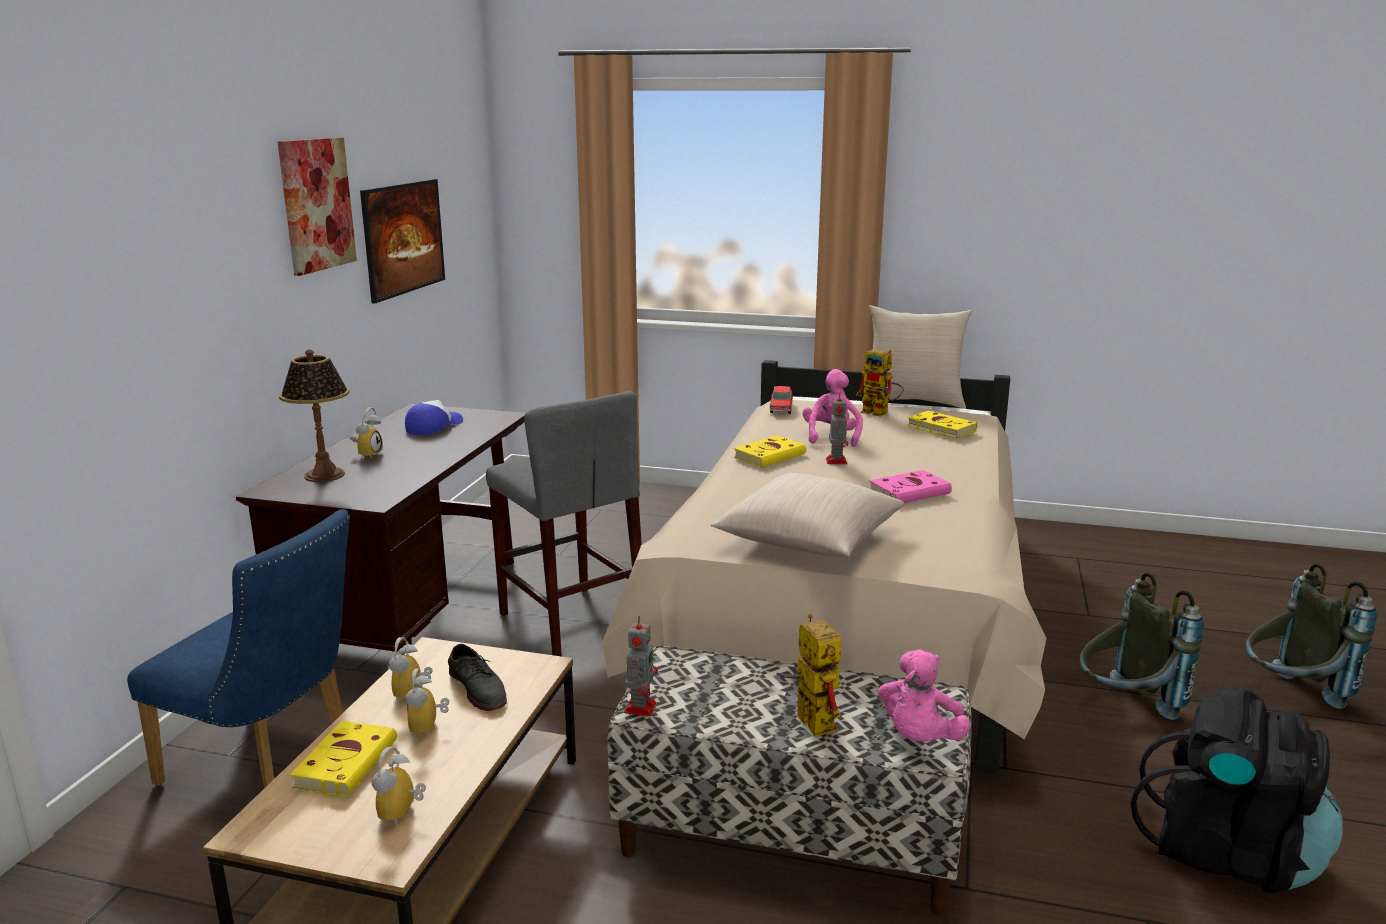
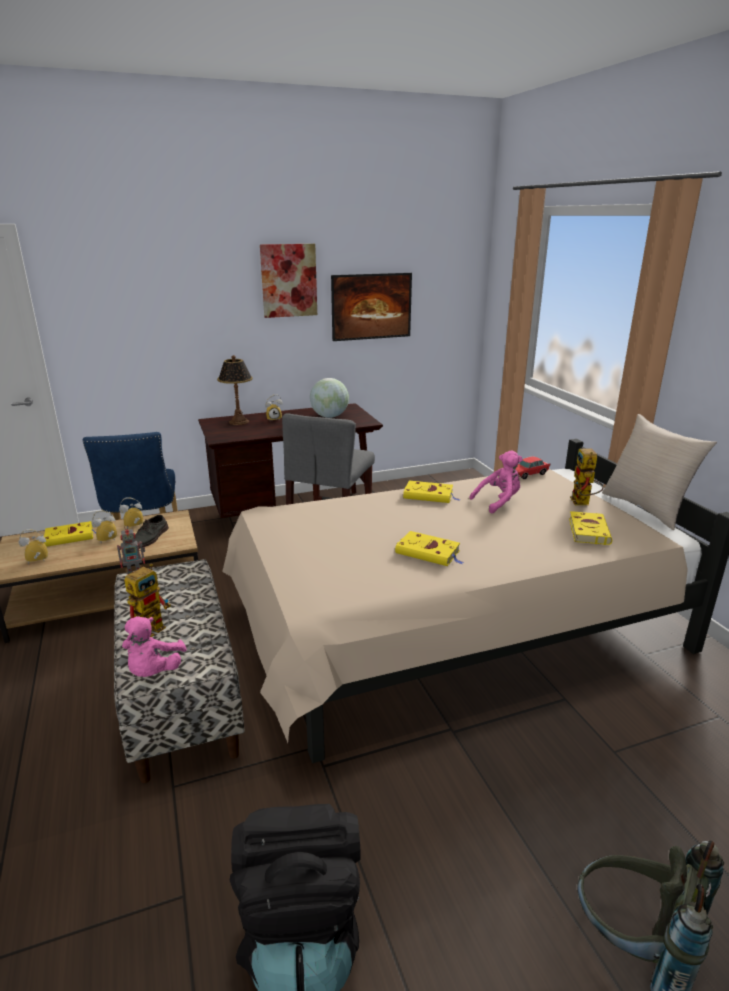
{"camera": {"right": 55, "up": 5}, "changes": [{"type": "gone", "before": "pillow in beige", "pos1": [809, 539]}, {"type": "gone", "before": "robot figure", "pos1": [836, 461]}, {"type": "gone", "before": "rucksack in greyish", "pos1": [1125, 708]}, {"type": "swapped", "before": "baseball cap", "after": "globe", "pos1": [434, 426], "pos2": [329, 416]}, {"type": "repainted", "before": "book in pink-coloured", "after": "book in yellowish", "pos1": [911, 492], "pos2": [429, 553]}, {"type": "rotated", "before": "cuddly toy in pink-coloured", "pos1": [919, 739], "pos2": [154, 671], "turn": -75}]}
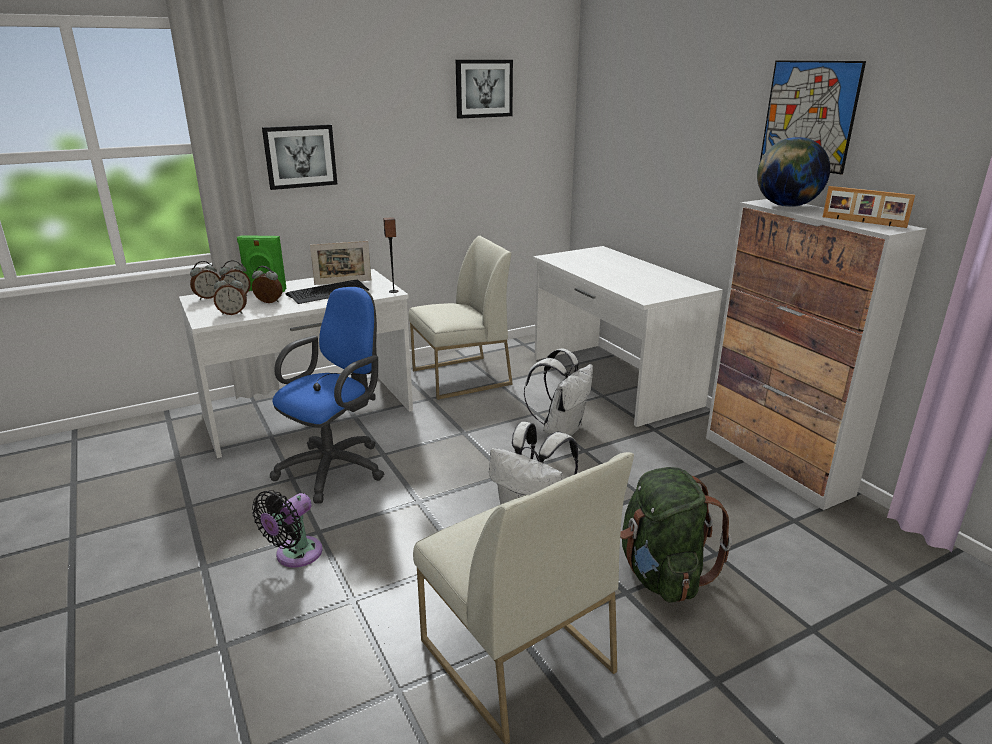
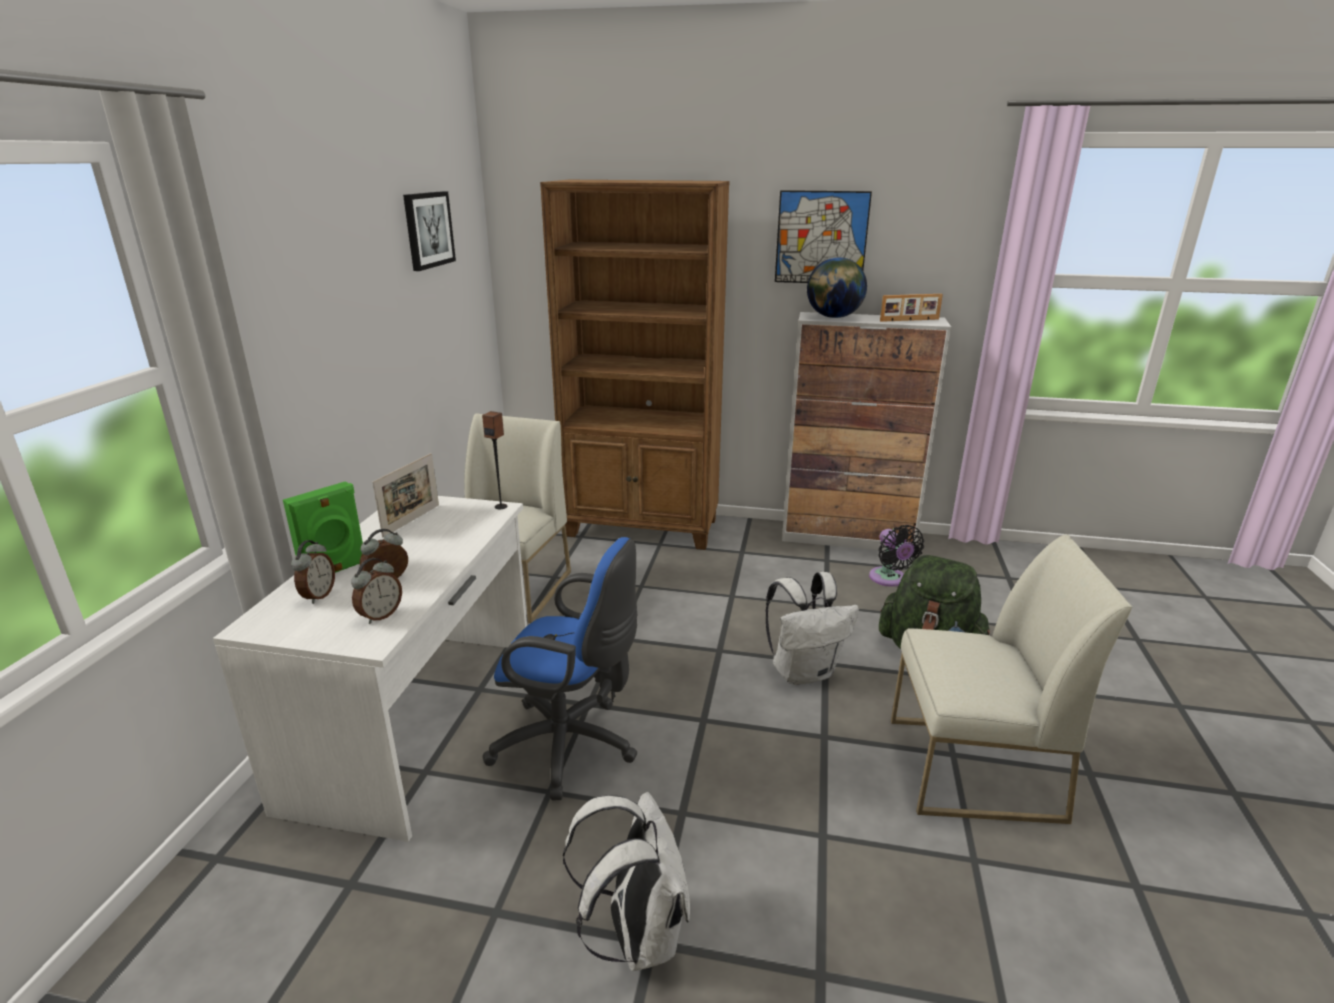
{"camera": {"right": -50, "up": 0}, "changes": [{"type": "gone", "before": "bedside clock", "pos1": [208, 297]}, {"type": "gone", "before": "picture", "pos1": [300, 156]}, {"type": "gone", "before": "PC keyboard", "pos1": [328, 293]}, {"type": "shifted", "before": "fan in black-coloured", "pos1": [295, 555], "pos2": [889, 579]}, {"type": "shifted", "before": "rucksack in white-coloured", "pos1": [561, 429], "pos2": [636, 934]}, {"type": "swapped", "before": "desk table in white-coloured", "after": "bookcase in brown", "pos1": [612, 381], "pos2": [643, 528]}, {"type": "rotated", "before": "office chair in blue-coloured", "pos1": [337, 467], "pos2": [571, 747], "turn": 120}]}
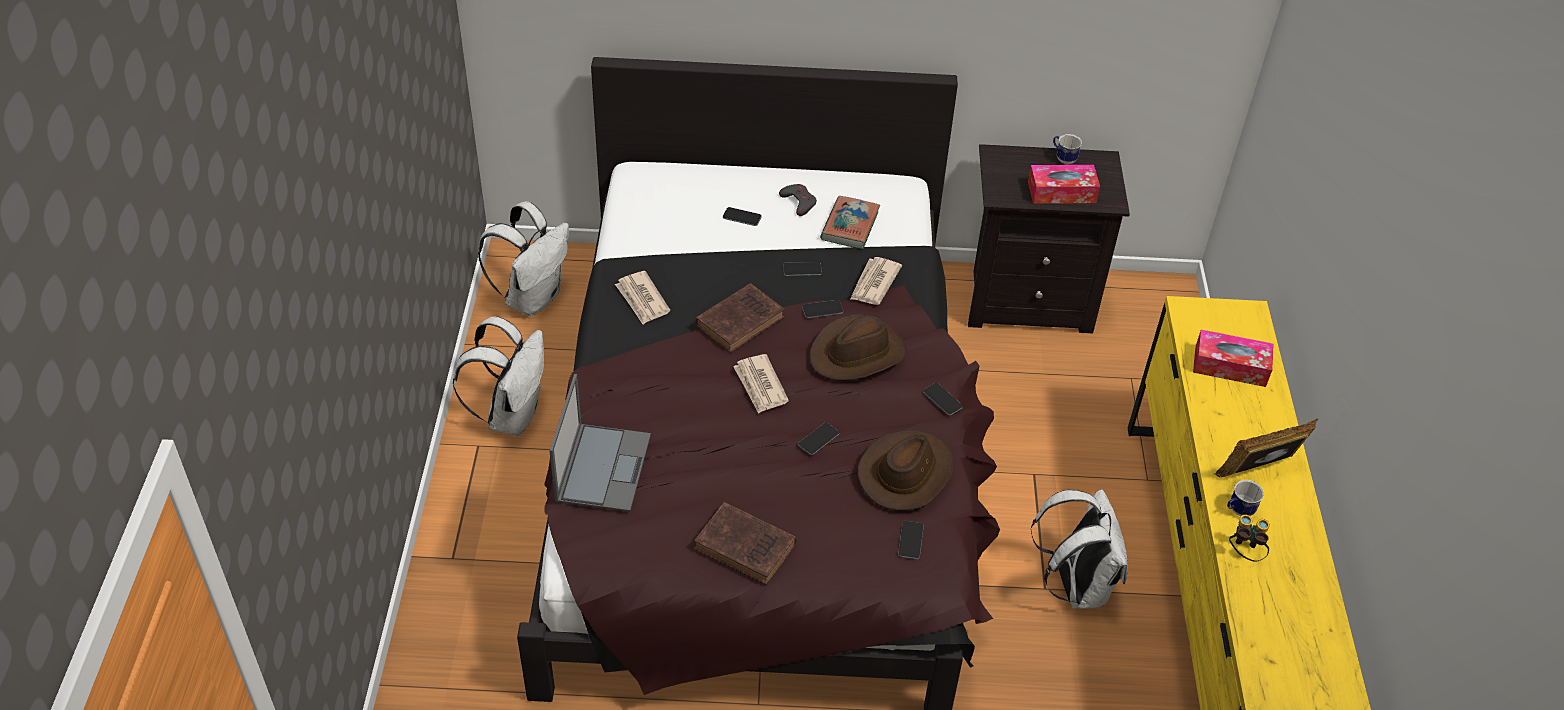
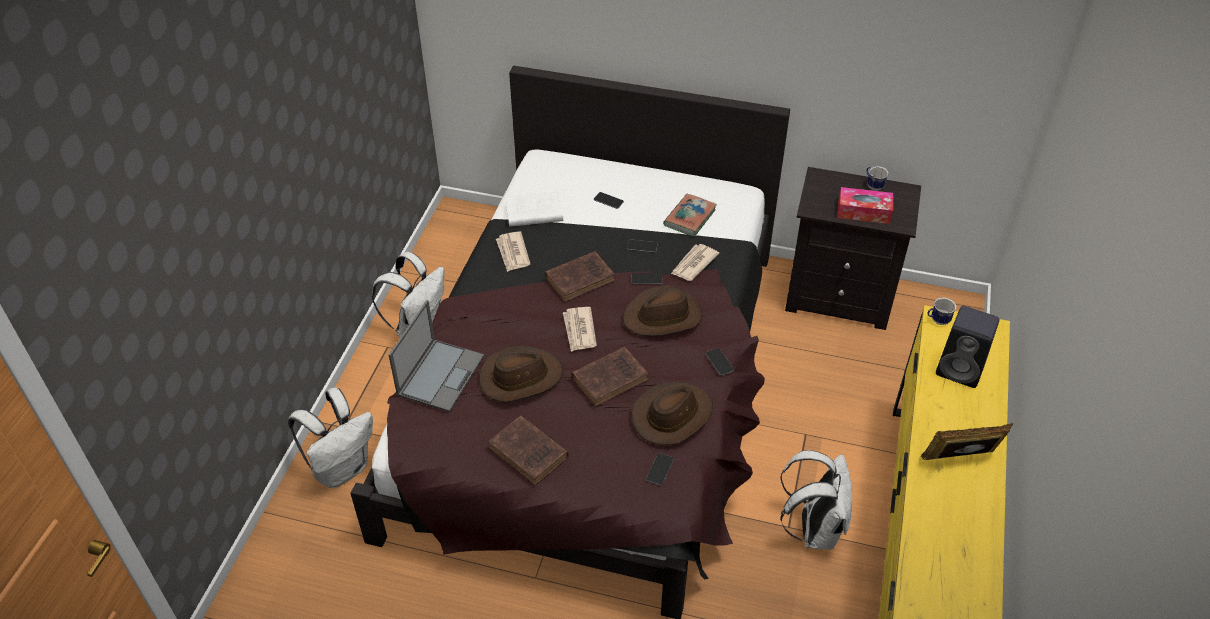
{"camera": {"right": 15, "up": 0}, "changes": [{"type": "gone", "before": "game controller in greyish", "pos1": [798, 202]}, {"type": "gone", "before": "field glasses", "pos1": [1244, 553]}, {"type": "new", "after": "wearable hat in brown", "pos2": [520, 377]}, {"type": "new", "after": "book in white-coloured", "pos2": [532, 212]}, {"type": "shifted", "before": "rucksack in white-coloured", "pos1": [533, 298], "pos2": [342, 468]}, {"type": "shifted", "before": "mug", "pos1": [1238, 511], "pos2": [937, 321]}, {"type": "swapped", "before": "handset", "after": "book in brown", "pos1": [818, 439], "pos2": [611, 378]}, {"type": "swapped", "before": "box of tissues", "after": "speaker in black-coloured", "pos1": [1230, 366], "pos2": [961, 370]}]}
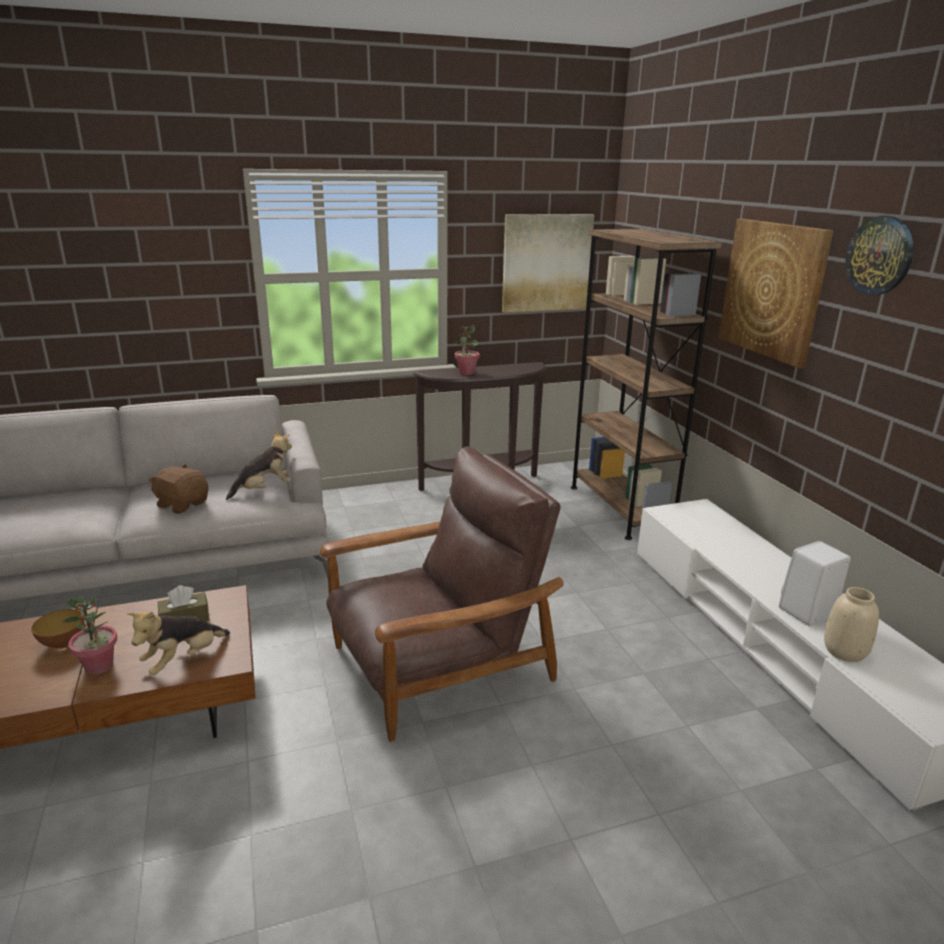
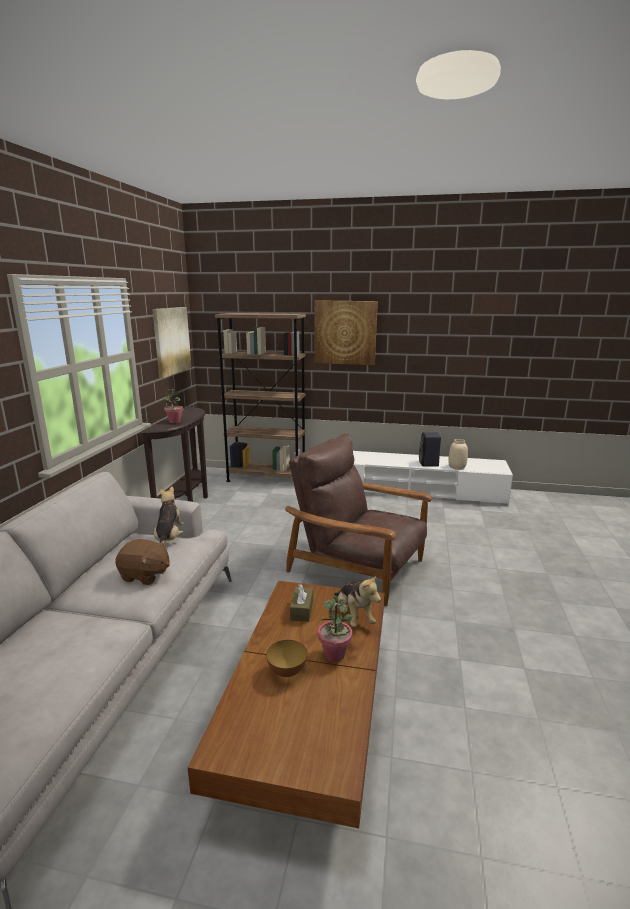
{"camera": {"right": -60, "up": -5}, "changes": [{"type": "gone", "before": "wall clock", "pos1": [880, 255]}, {"type": "repainted", "before": "speaker in white-coloured", "after": "speaker in black-coloured", "pos1": [806, 613], "pos2": [429, 464]}, {"type": "rotated", "before": "cuddly toy in brown", "pos1": [183, 504], "pos2": [145, 575], "turn": -135}, {"type": "rotated", "before": "easy chair in brown", "pos1": [438, 664], "pos2": [358, 566], "turn": -60}]}
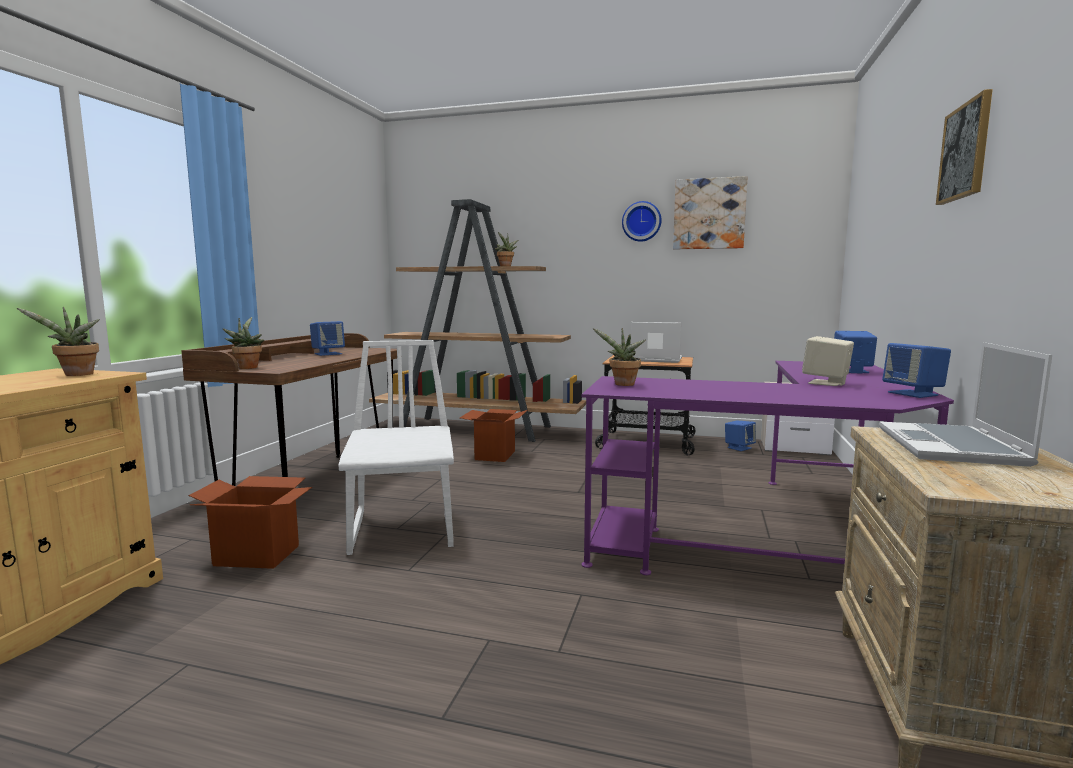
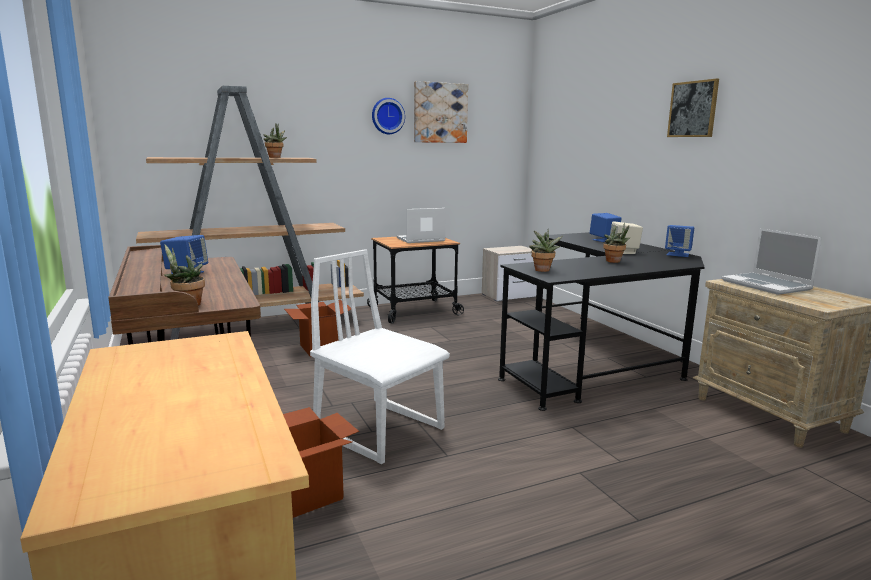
{"camera": {"right": -40, "up": 5}, "changes": [{"type": "gone", "before": "speaker in blue-coloured", "pos1": [739, 448]}, {"type": "shifted", "before": "potted plant", "pos1": [76, 375], "pos2": [615, 261]}, {"type": "repainted", "before": "desk table in purple-coloured", "after": "desk table in black-coloured", "pos1": [779, 538], "pos2": [598, 358]}]}
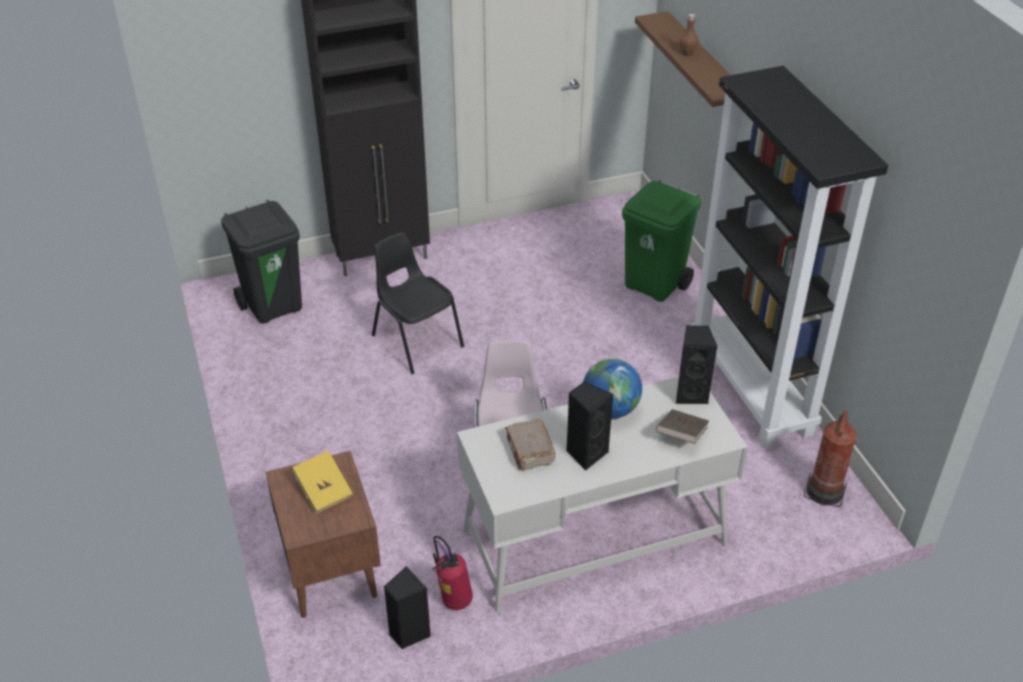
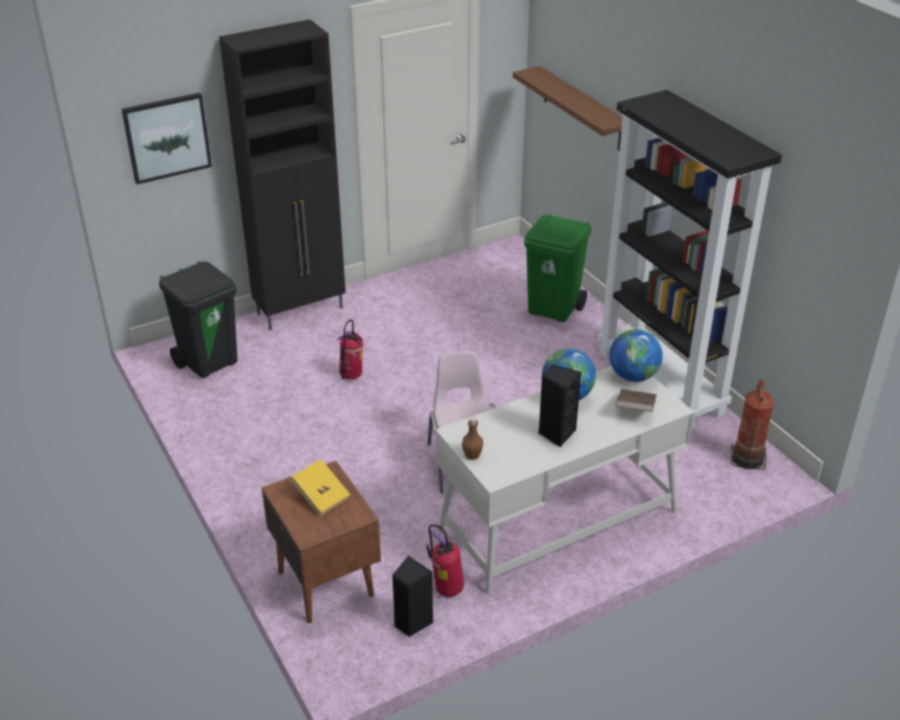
{"camera": {"right": -10, "up": -5}, "changes": [{"type": "gone", "before": "book in brown", "pos1": [530, 452]}, {"type": "new", "after": "picture", "pos2": [167, 137]}, {"type": "shifted", "before": "bottle in brown", "pos1": [687, 53], "pos2": [472, 455]}, {"type": "swapped", "before": "chair in black-coloured", "after": "fire-fighting cylinder", "pos1": [416, 340], "pos2": [351, 377]}, {"type": "swapped", "before": "speaker in black-coloured", "after": "globe", "pos1": [691, 394], "pos2": [633, 376]}]}
